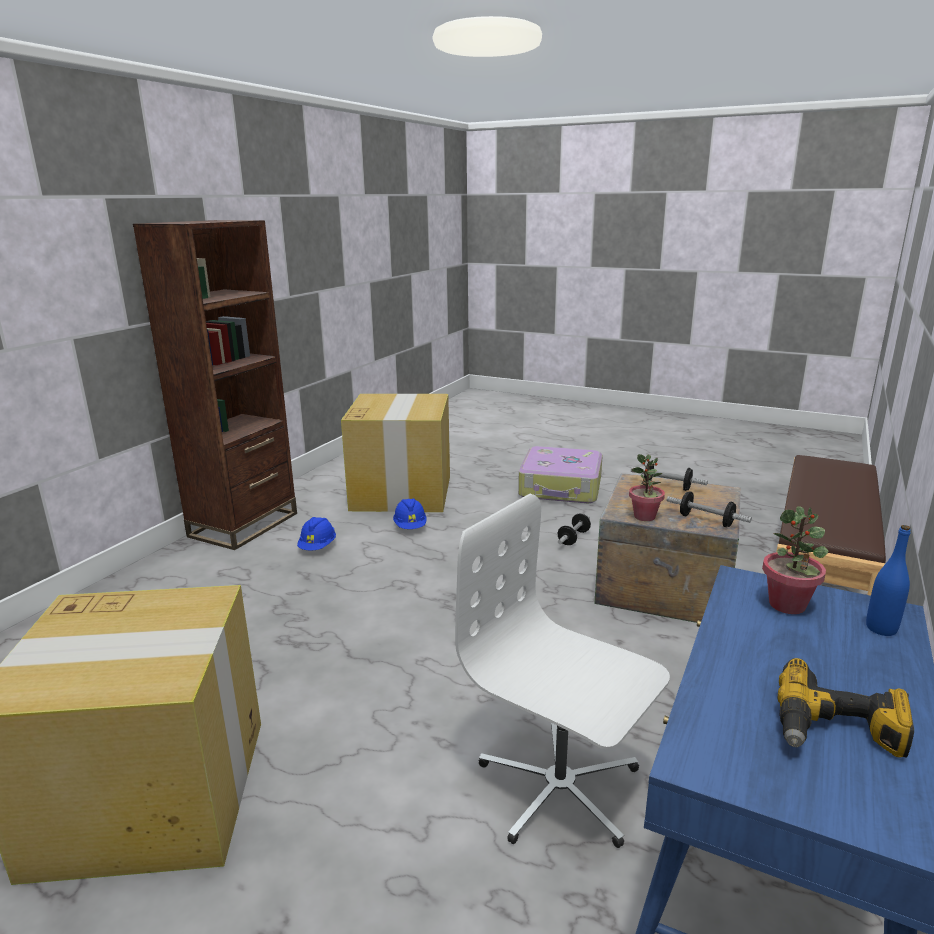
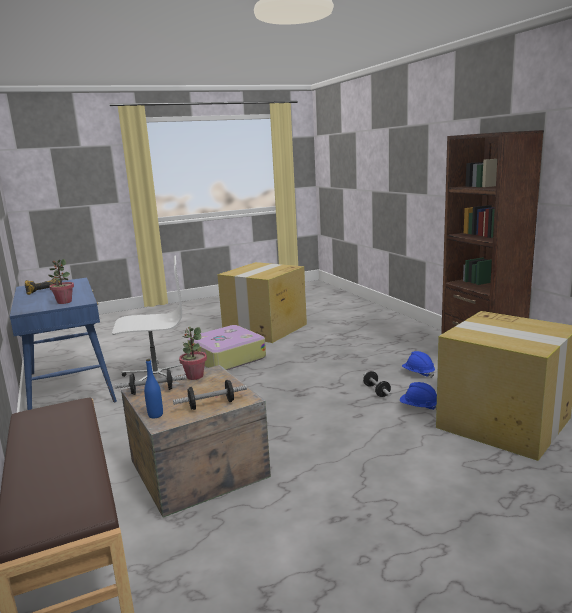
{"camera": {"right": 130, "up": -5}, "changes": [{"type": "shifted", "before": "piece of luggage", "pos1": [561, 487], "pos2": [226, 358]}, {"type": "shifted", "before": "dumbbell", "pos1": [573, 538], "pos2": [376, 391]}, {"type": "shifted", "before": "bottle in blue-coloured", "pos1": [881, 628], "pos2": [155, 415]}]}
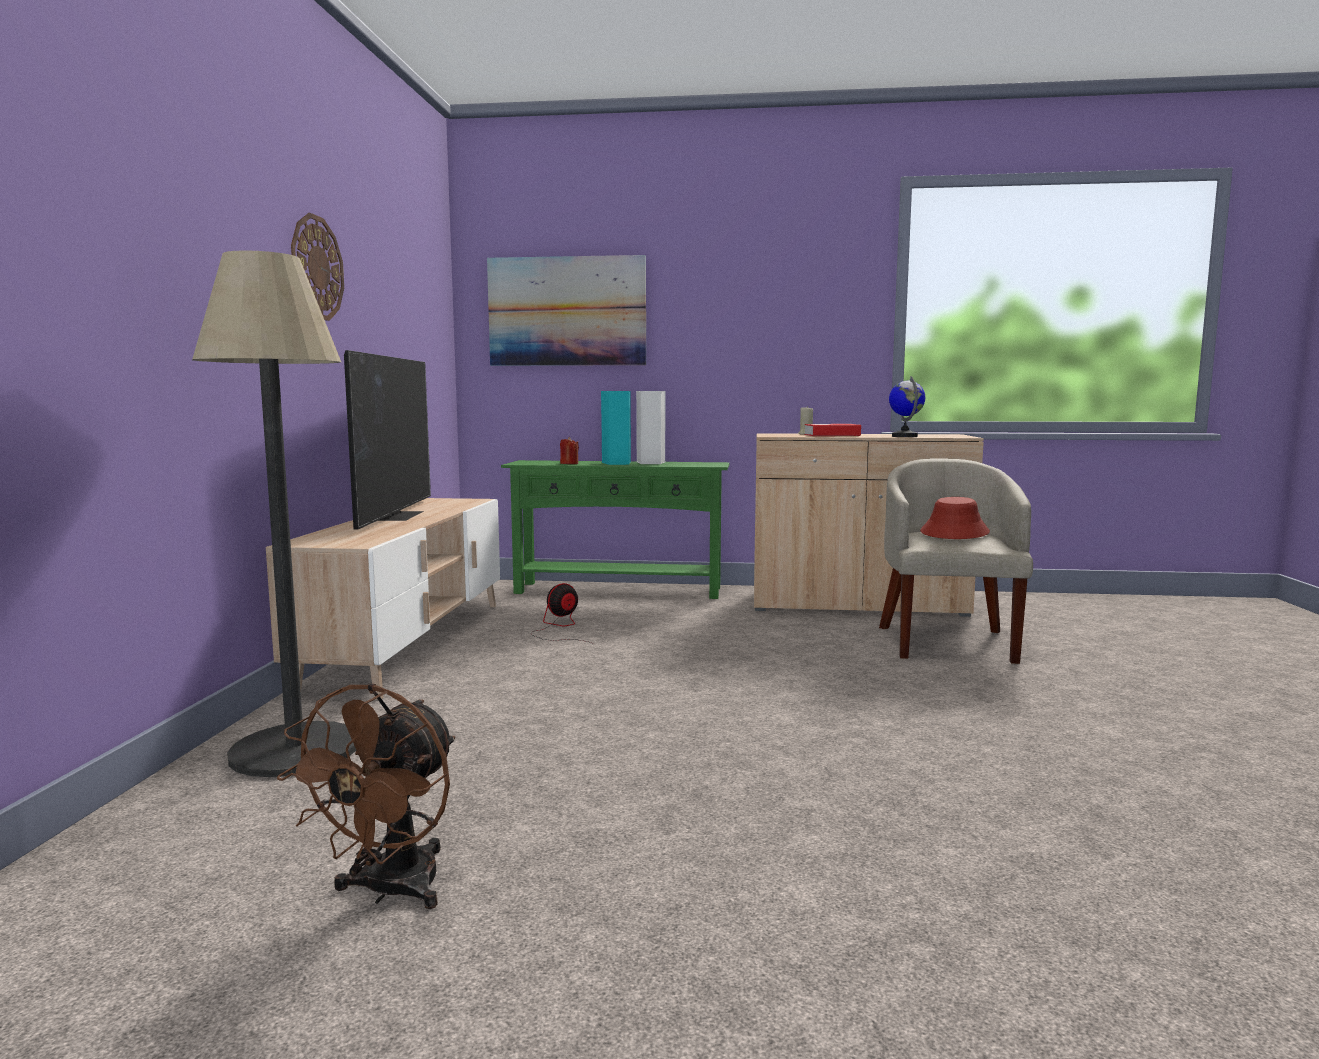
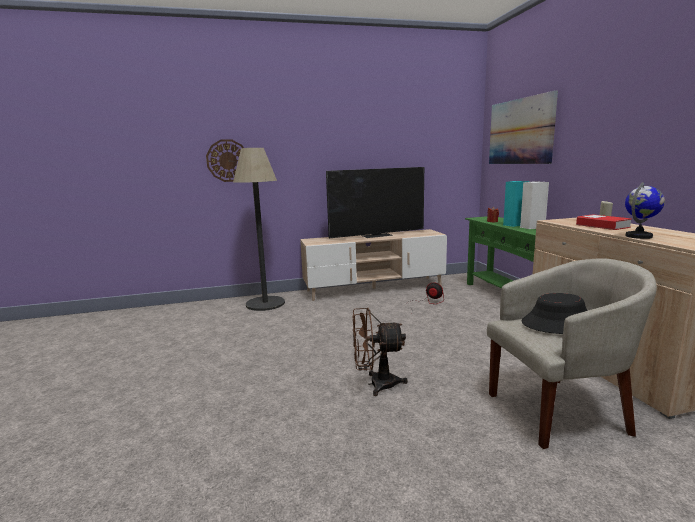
{"camera": {"right": 70, "up": 5}, "changes": [{"type": "shifted", "before": "fan in brown", "pos1": [390, 892], "pos2": [376, 384]}, {"type": "shifted", "before": "wall clock", "pos1": [316, 268], "pos2": [228, 160]}, {"type": "repainted", "before": "wearable hat in reddish", "after": "wearable hat in black-coloured", "pos1": [955, 532], "pos2": [559, 324]}]}
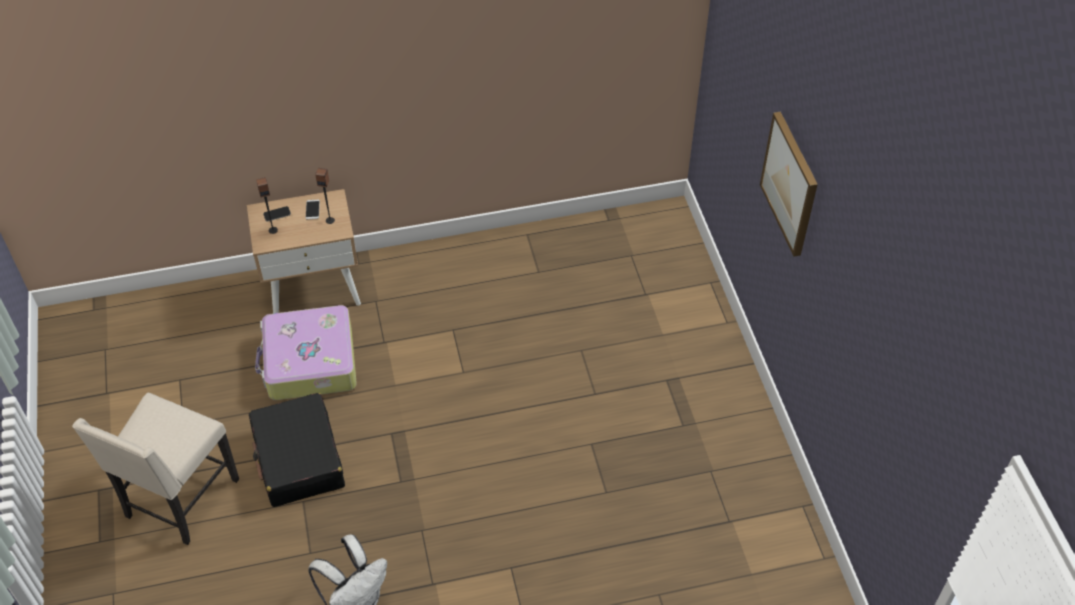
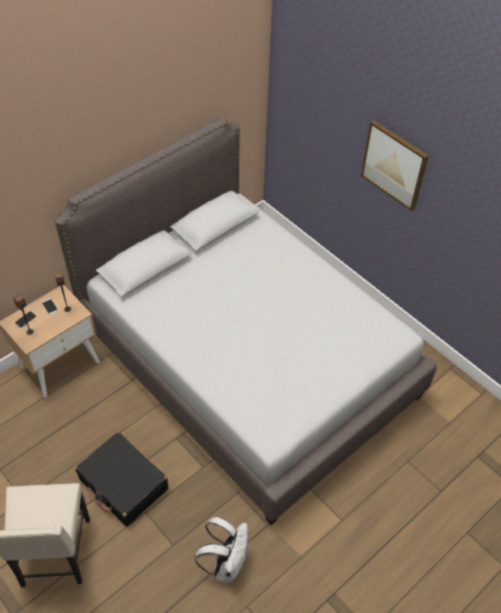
{"camera": {"right": -30, "up": 0}, "changes": [{"type": "gone", "before": "piece of luggage", "pos1": [309, 363]}, {"type": "new", "after": "bed in greyish", "pos2": [248, 361]}]}
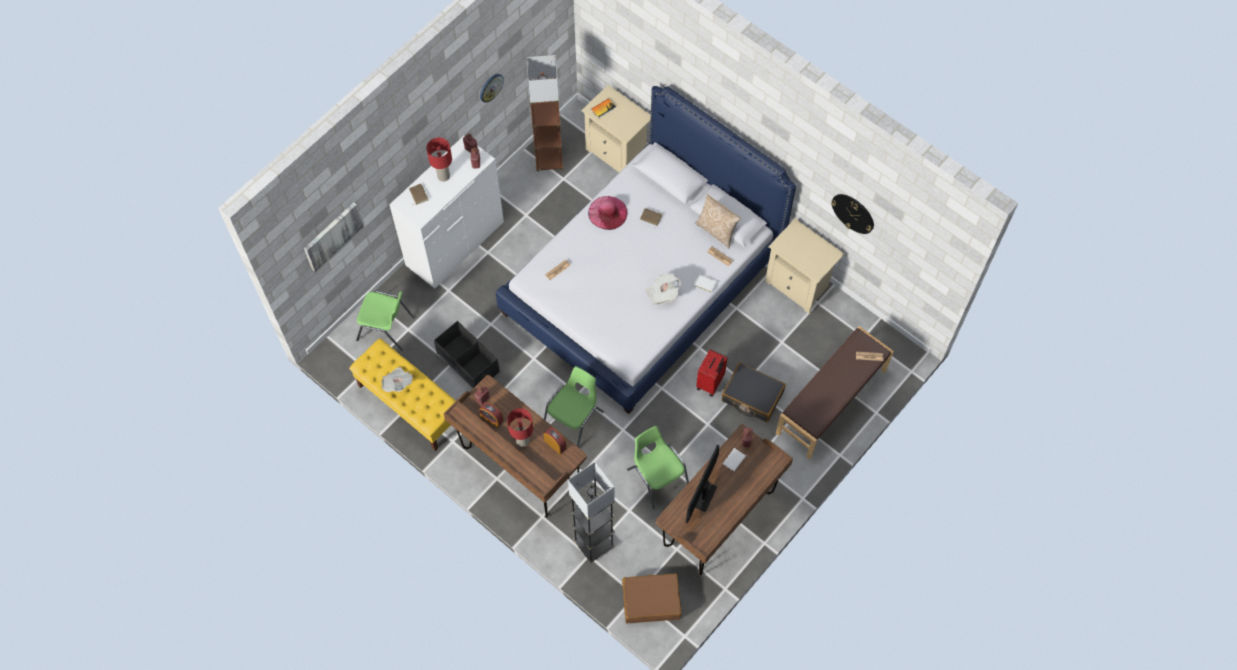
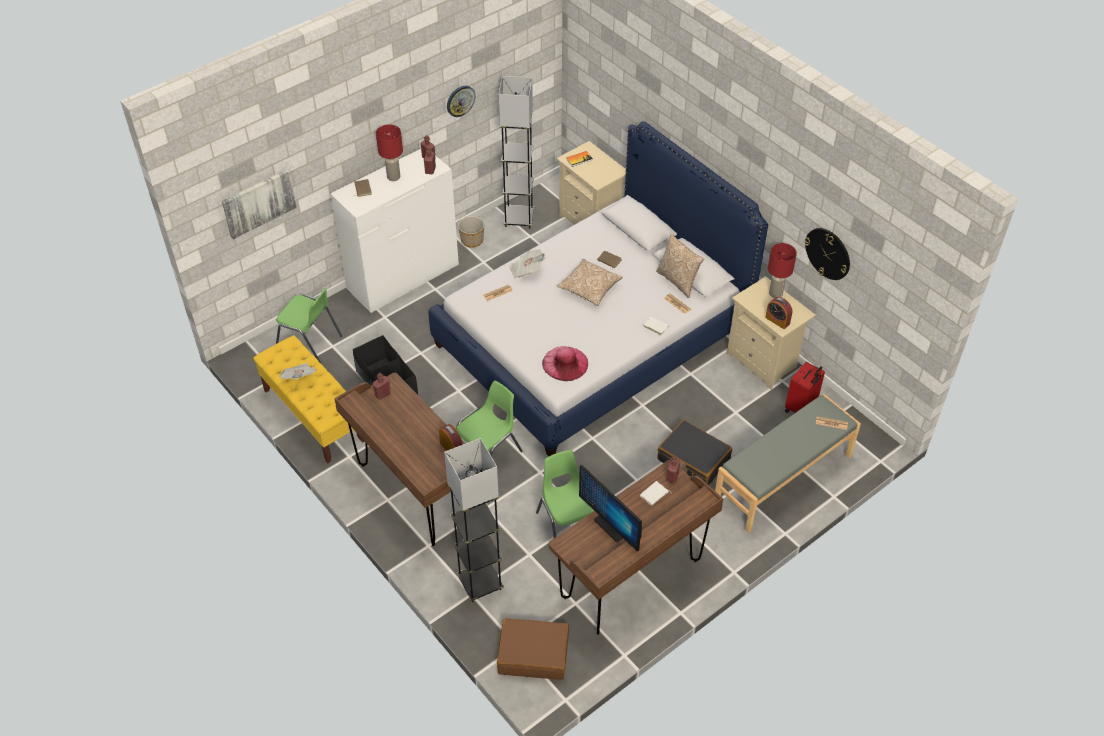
{"camera": {"right": 10, "up": -15}, "changes": [{"type": "new", "after": "flower pot", "pos2": [472, 240]}, {"type": "new", "after": "pillow", "pos2": [589, 288]}, {"type": "shifted", "before": "bedside clock", "pos1": [492, 418], "pos2": [777, 320]}, {"type": "shifted", "before": "tabletop lamp in reddish", "pos1": [523, 441], "pos2": [776, 293]}, {"type": "shifted", "before": "wearable hat in pink-coloured", "pos1": [607, 212], "pos2": [565, 363]}, {"type": "shifted", "before": "daily paper", "pos1": [662, 293], "pos2": [526, 270]}, {"type": "shifted", "before": "piece of luggage in reddish", "pos1": [710, 383], "pos2": [801, 408]}, {"type": "repainted", "before": "floor lamp in brown", "after": "floor lamp in greyish", "pos1": [548, 160], "pos2": [518, 219]}, {"type": "repainted", "before": "indoor bench in brown", "after": "indoor bench in greyish", "pos1": [832, 402], "pos2": [783, 479]}, {"type": "rotated", "before": "computer display", "pos1": [704, 496], "pos2": [611, 526], "turn": -75}]}
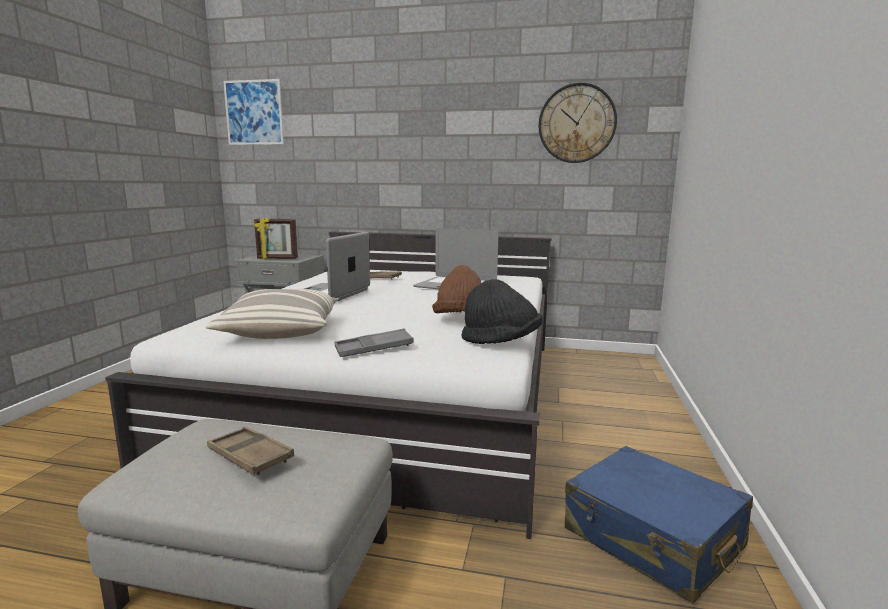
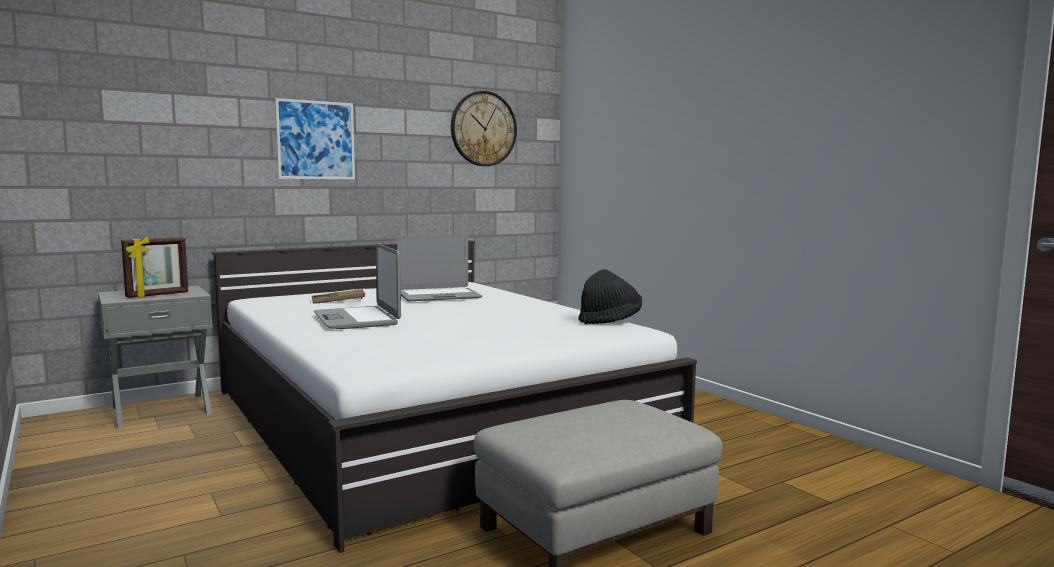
{"camera": {"right": -45, "up": -5}, "changes": [{"type": "gone", "before": "pillow", "pos1": [281, 331]}, {"type": "gone", "before": "serving tray in brown", "pos1": [249, 456]}, {"type": "gone", "before": "serving tray in greyish", "pos1": [374, 349]}, {"type": "gone", "before": "wearable hat in brown", "pos1": [460, 320]}, {"type": "gone", "before": "piece of luggage in blue-coloured", "pos1": [652, 538]}, {"type": "shifted", "before": "picture", "pos1": [254, 112], "pos2": [316, 140]}]}
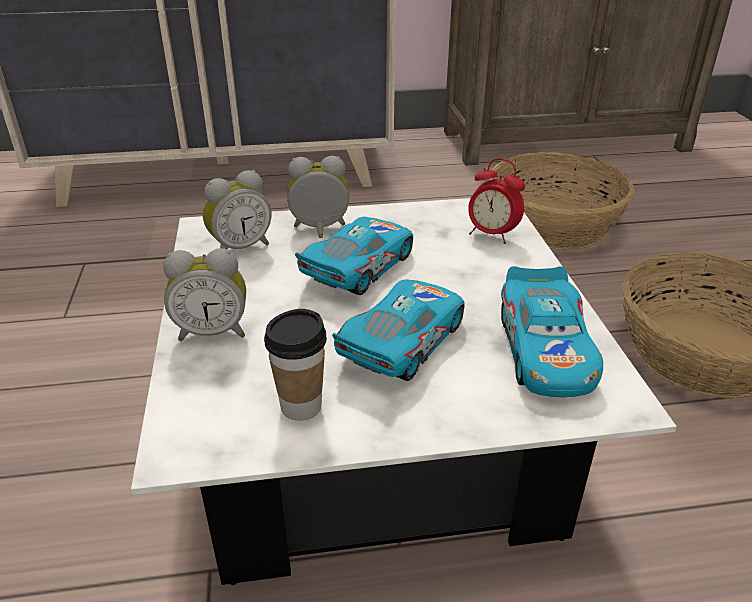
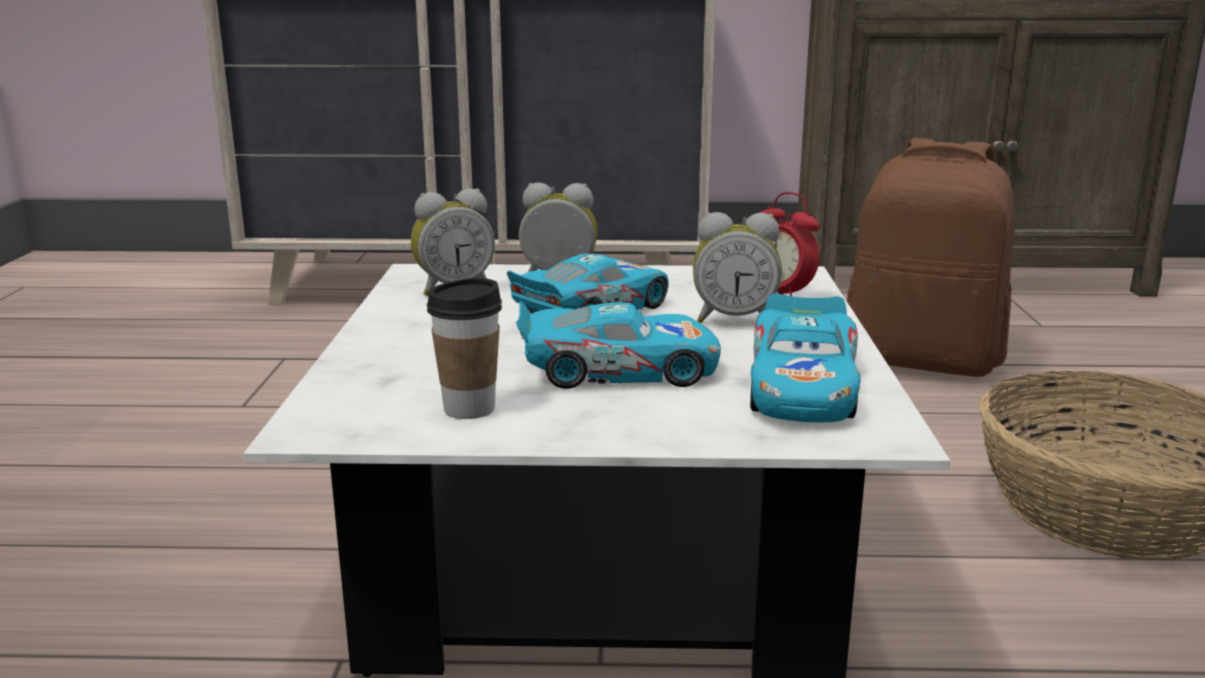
{"camera": {"right": 10, "up": -15}, "changes": [{"type": "shifted", "before": "bedside clock", "pos1": [213, 331], "pos2": [734, 319]}, {"type": "swapped", "before": "storage basket", "after": "rucksack in brown", "pos1": [553, 224], "pos2": [923, 360]}, {"type": "rotated", "before": "toy car", "pos1": [402, 342], "pos2": [619, 370], "turn": 45}]}
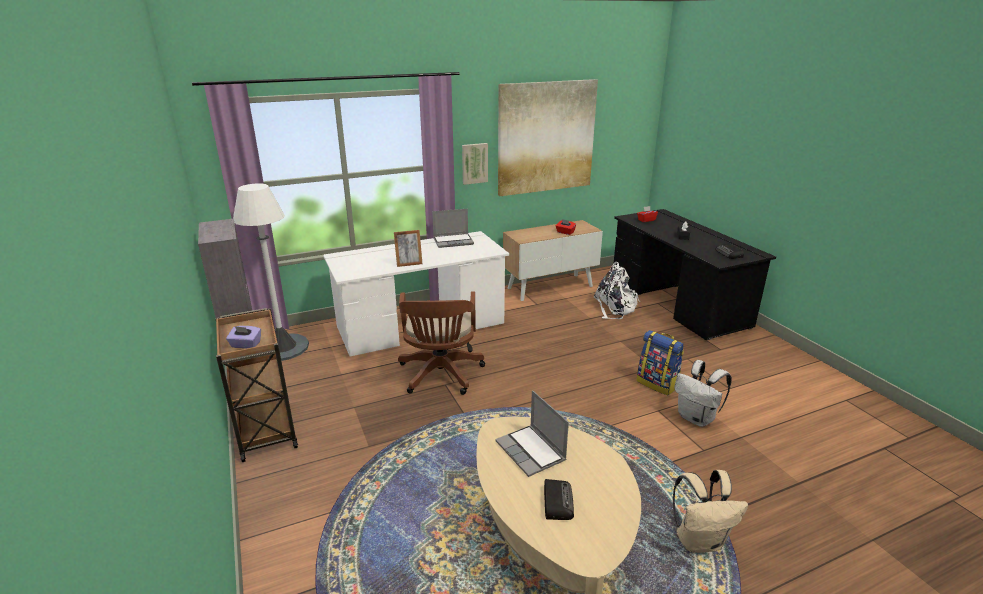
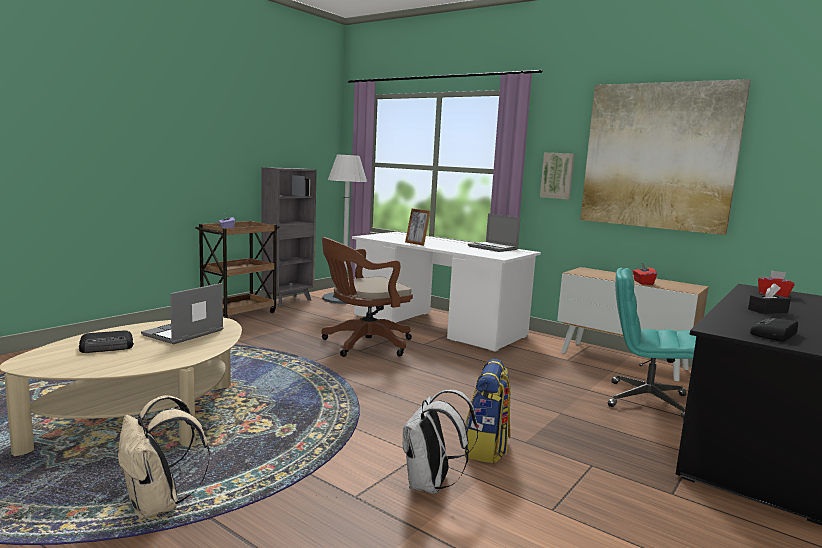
{"camera": {"right": 60, "up": -15}, "changes": [{"type": "swapped", "before": "rucksack in white-coloured", "after": "office chair in blue-green", "pos1": [615, 308], "pos2": [646, 400]}]}
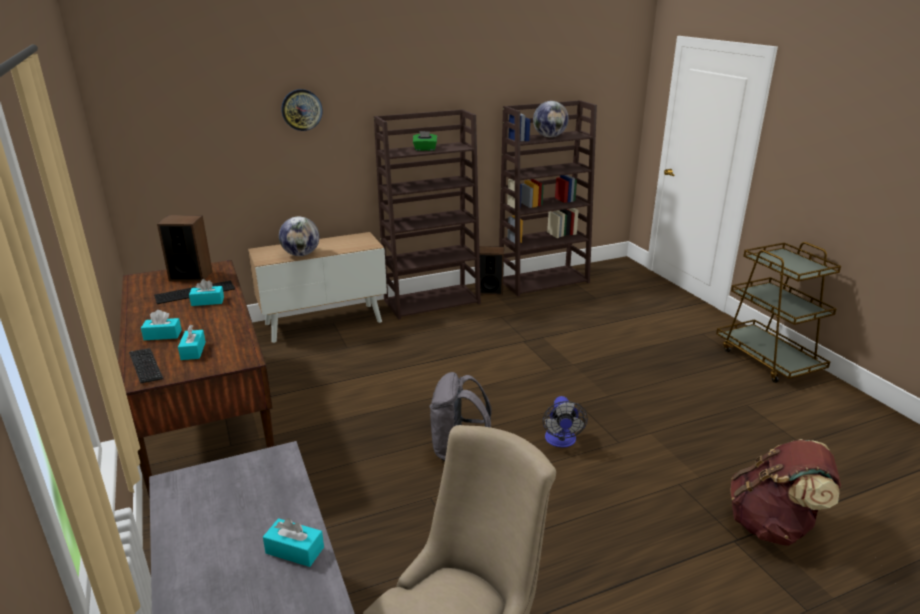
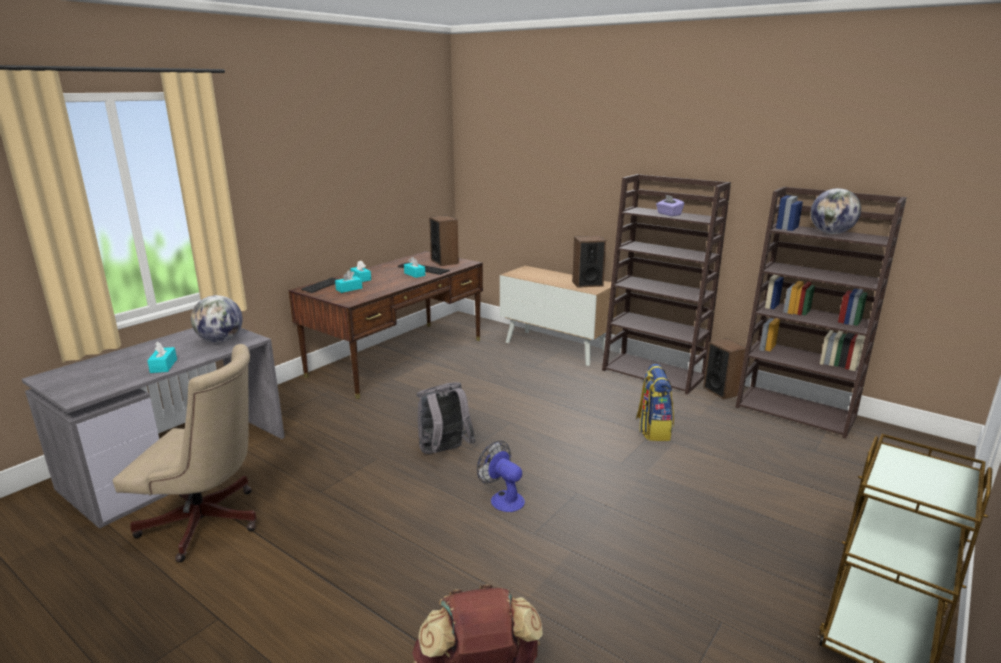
{"camera": {"right": 60, "up": -5}, "changes": [{"type": "gone", "before": "wall clock", "pos1": [301, 110]}, {"type": "new", "after": "speaker", "pos2": [587, 283]}, {"type": "new", "after": "rucksack", "pos2": [653, 430]}, {"type": "shifted", "before": "globe", "pos1": [301, 254], "pos2": [220, 340]}, {"type": "repainted", "before": "box of tissues in greenish", "after": "box of tissues in purple-coloured", "pos1": [425, 149], "pos2": [668, 214]}, {"type": "rotated", "before": "fan", "pos1": [561, 441], "pos2": [502, 498], "turn": 75}]}
